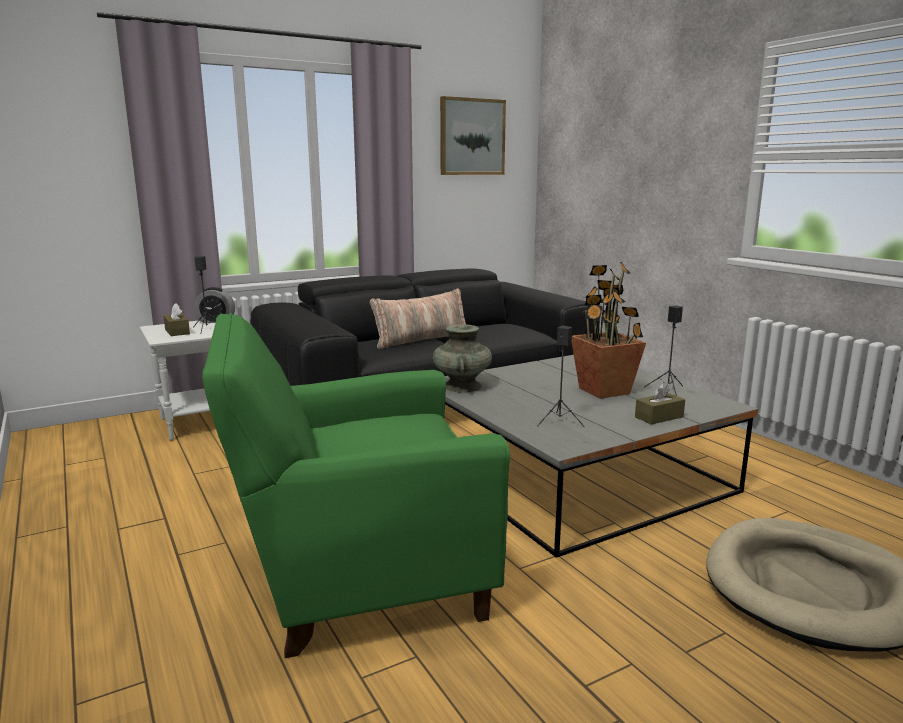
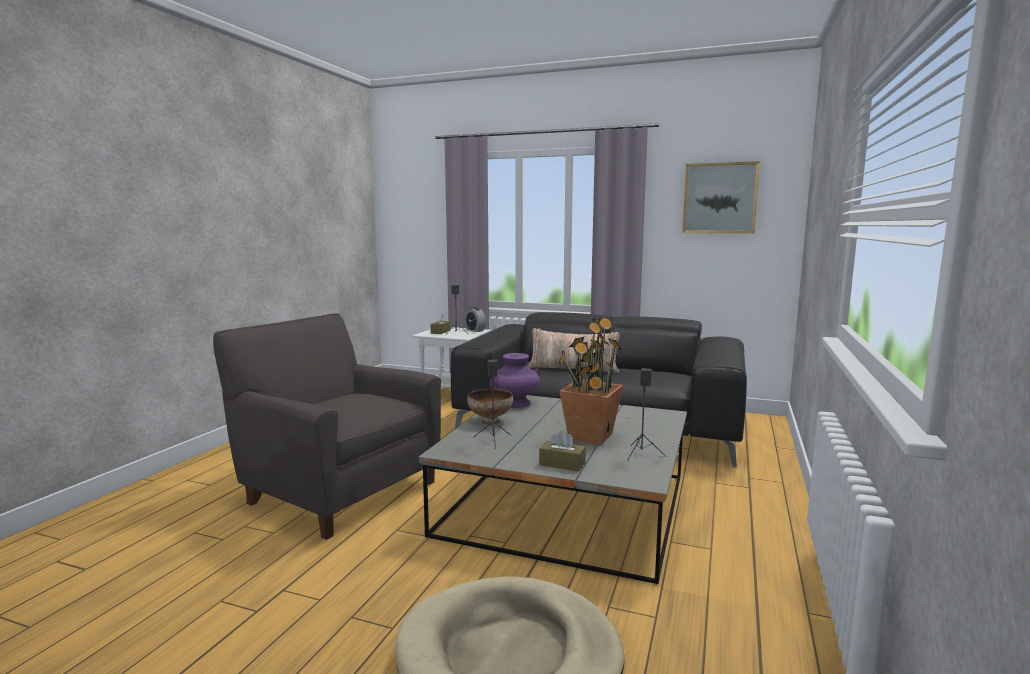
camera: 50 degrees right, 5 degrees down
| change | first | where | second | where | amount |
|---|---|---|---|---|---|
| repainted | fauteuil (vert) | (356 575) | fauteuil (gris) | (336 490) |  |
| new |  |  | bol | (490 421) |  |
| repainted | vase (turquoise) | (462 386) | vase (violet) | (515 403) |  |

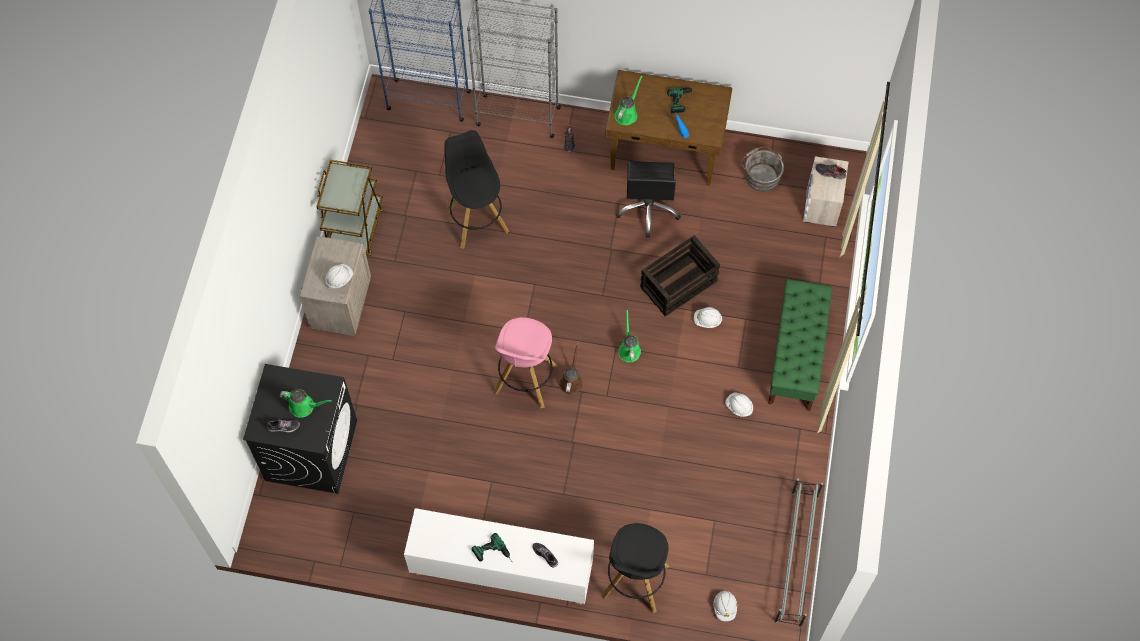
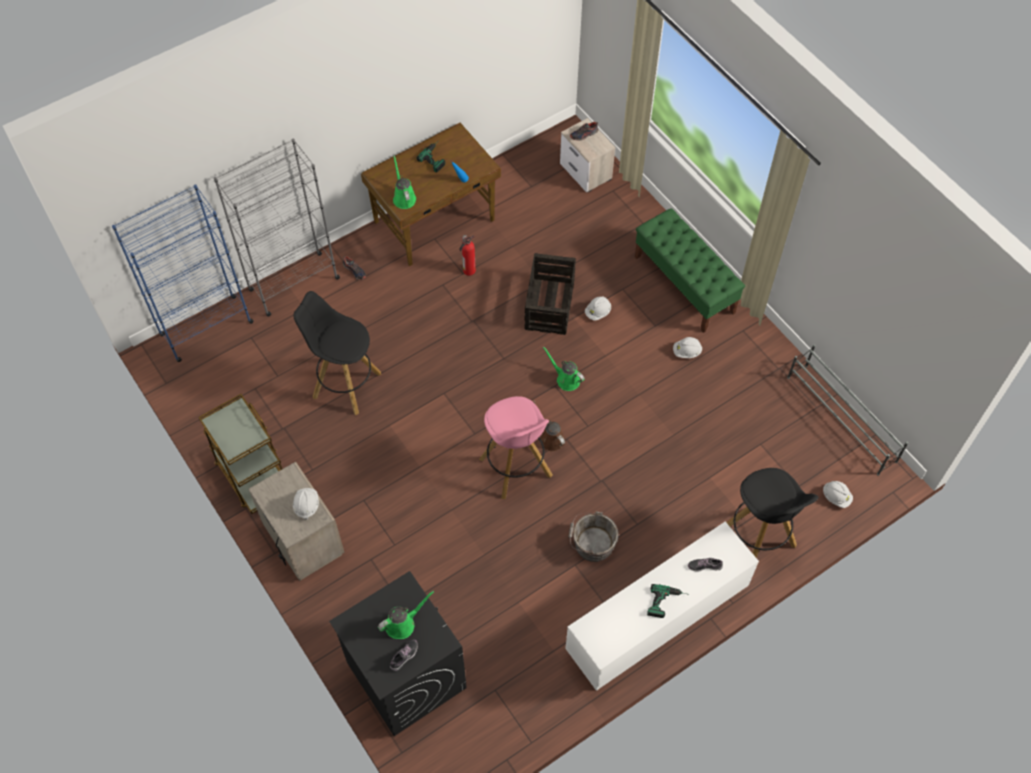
camera: 45 degrees left, 5 degrees down
| change | first | where | second | where | amount |
|---|---|---|---|---|---|
| swapped | chaise de bureau (noir) | (648 209) | extincteur | (468 271) |  |
| shifted | seau (gris) | (760 175) |  | (591 543) |  |

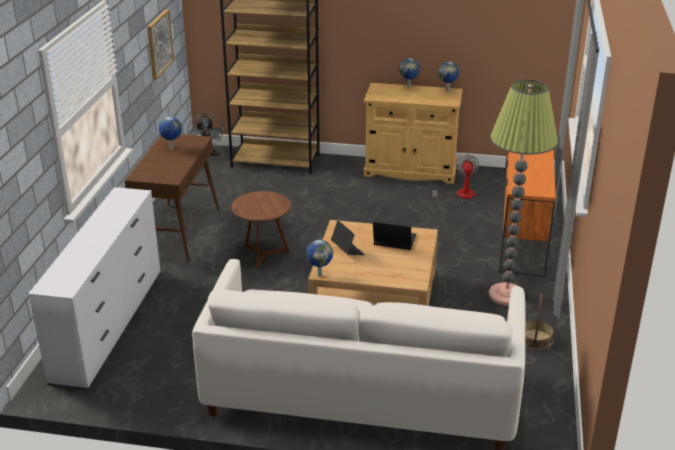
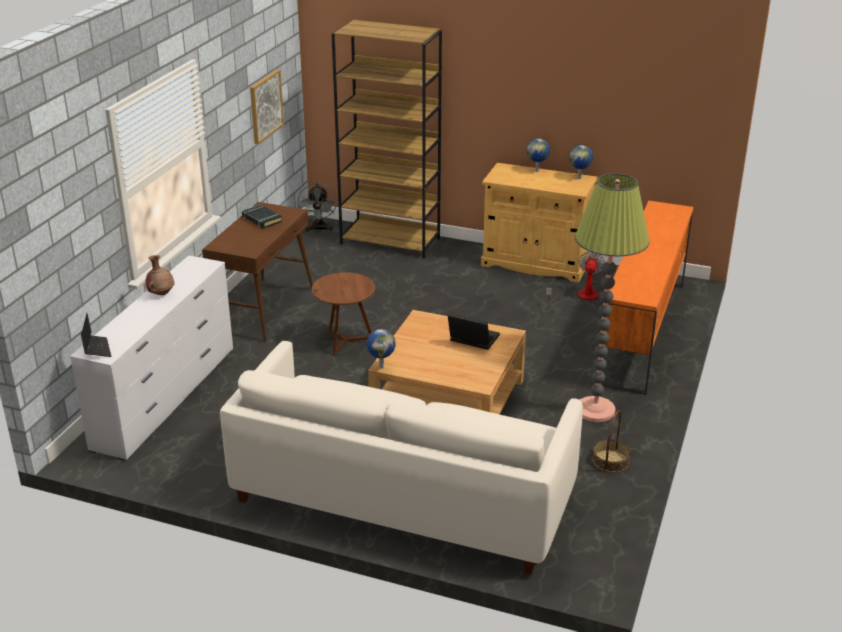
camera: 10 degrees right, 0 degrees up
| change | first | where | second | where | amount |
|---|---|---|---|---|---|
| shifted | ordinateur portable | (347 250) |  | (96 349) |  |
| new |  |  | vase (marron) | (161 294) |  |
| swapped | globe | (172 149) | livre (noir) | (261 219) |  |

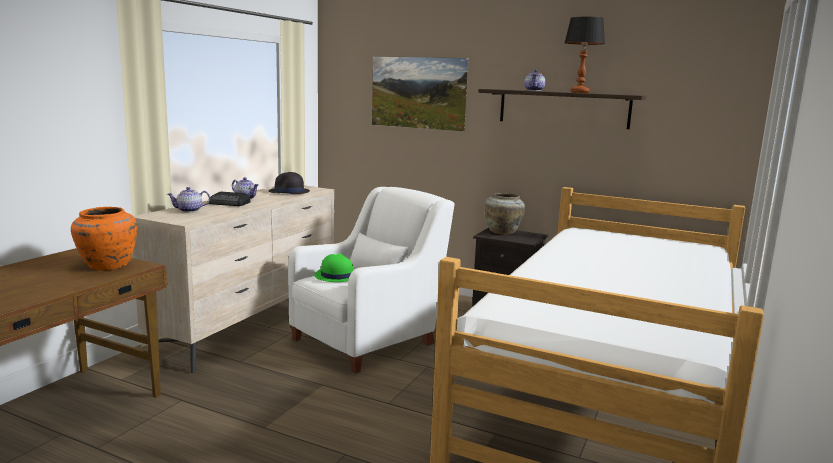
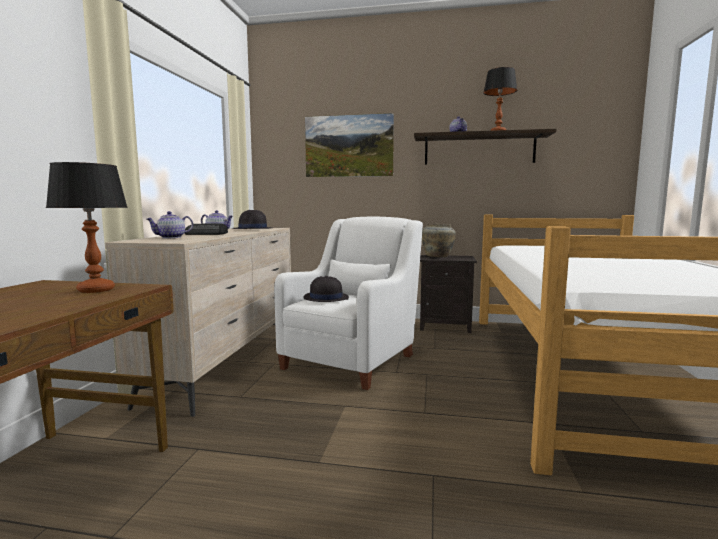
camera: 15 degrees left, 5 degrees down
| change | first | where | second | where | amount |
|---|---|---|---|---|---|
| swapped | vase (orange) | (107 266) | lampe de table | (95 290) |  |
| repainted | chapeau (vert) | (336 276) | chapeau (noir) | (325 298) |  |

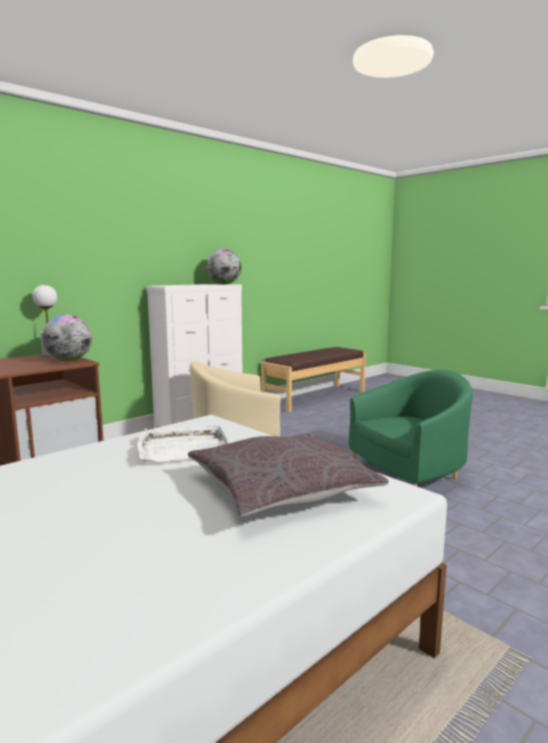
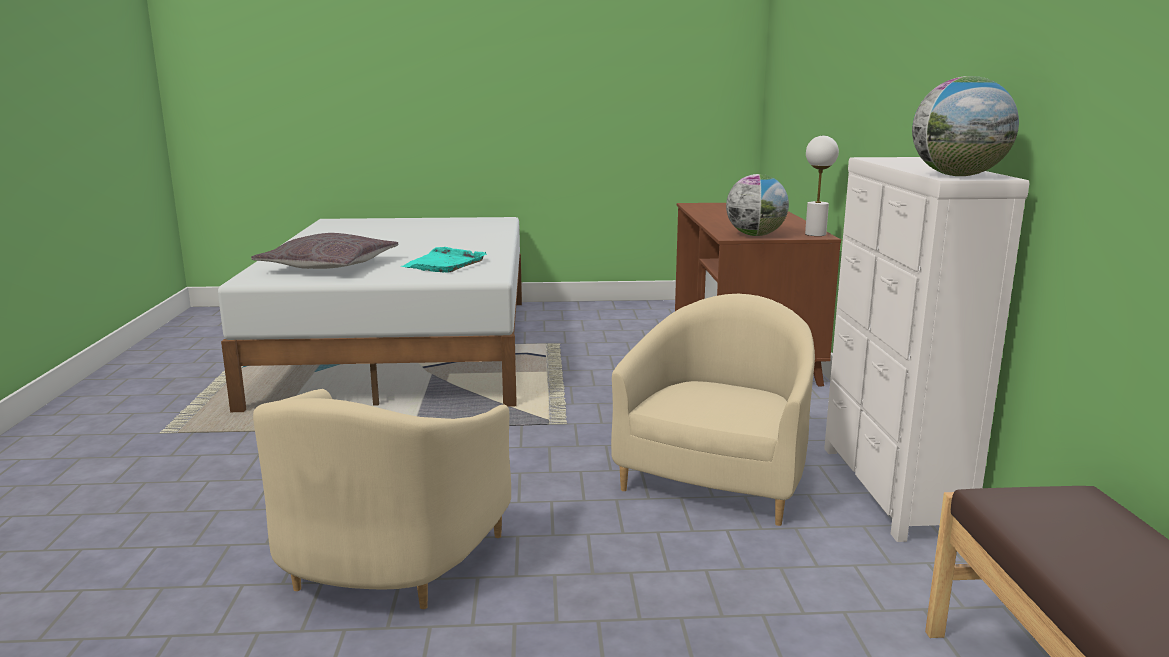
camera: 130 degrees right, 5 degrees up
| change | first | where | second | where | amount |
|---|---|---|---|---|---|
| repainted | fauteuil (vert) | (410 473) | fauteuil (beige) | (387 564) |  |
| repainted | plateau (blanc) | (182 448) | plateau (turquoise) | (444 264) |  |

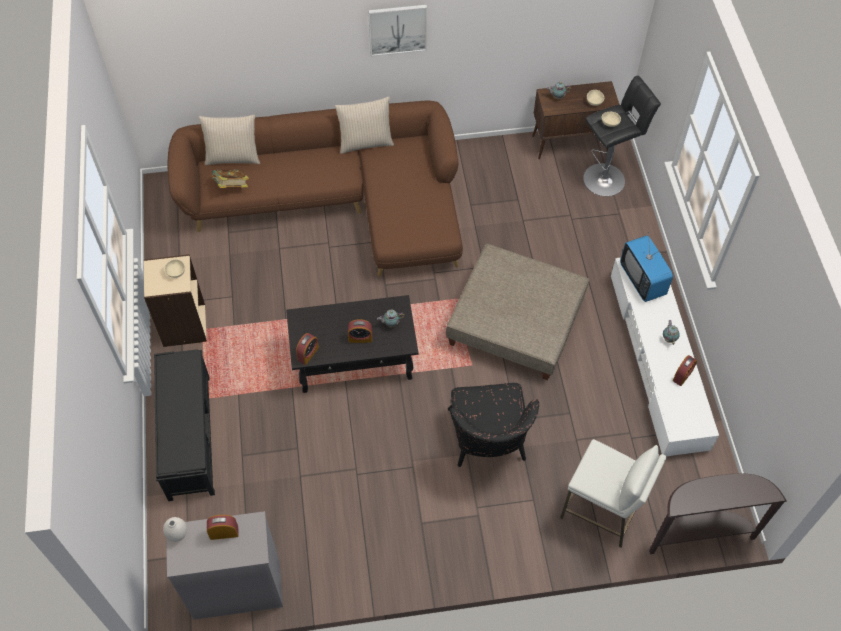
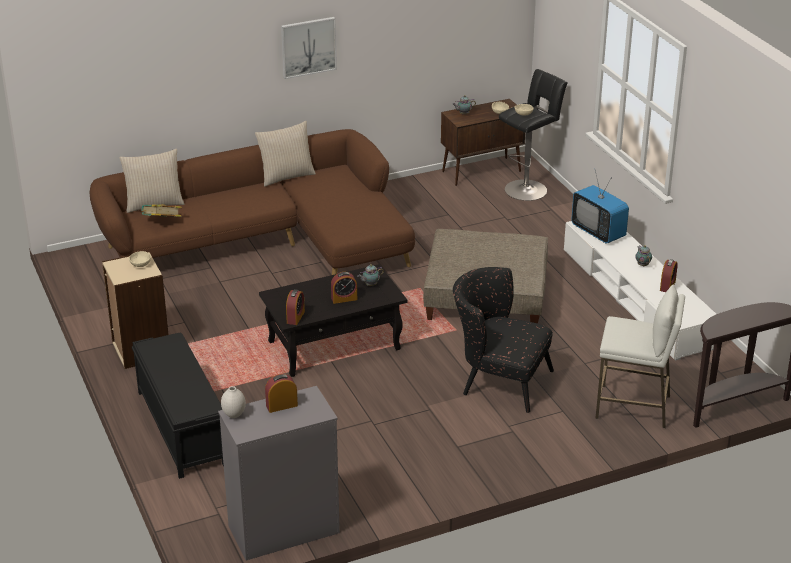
camera: 15 degrees left, 25 degrees down
| change | first | where | second | where | amount |
|---|---|---|---|---|---|
| rotated | fauteuil (noir) | (488 443) |  | (498 380) | 135 degrees clockwise |

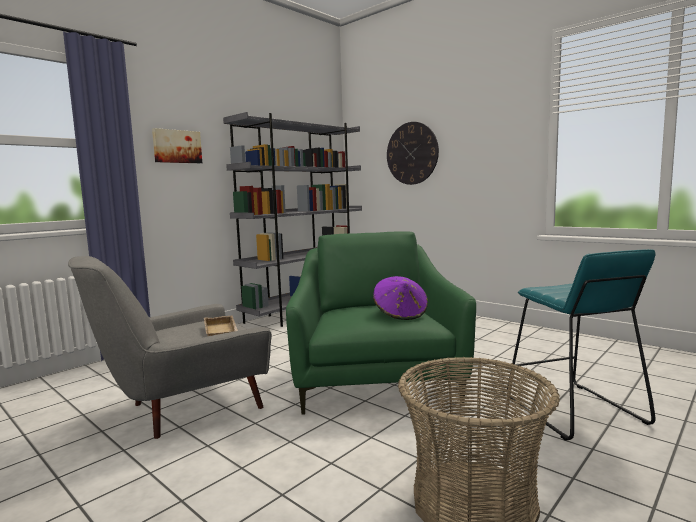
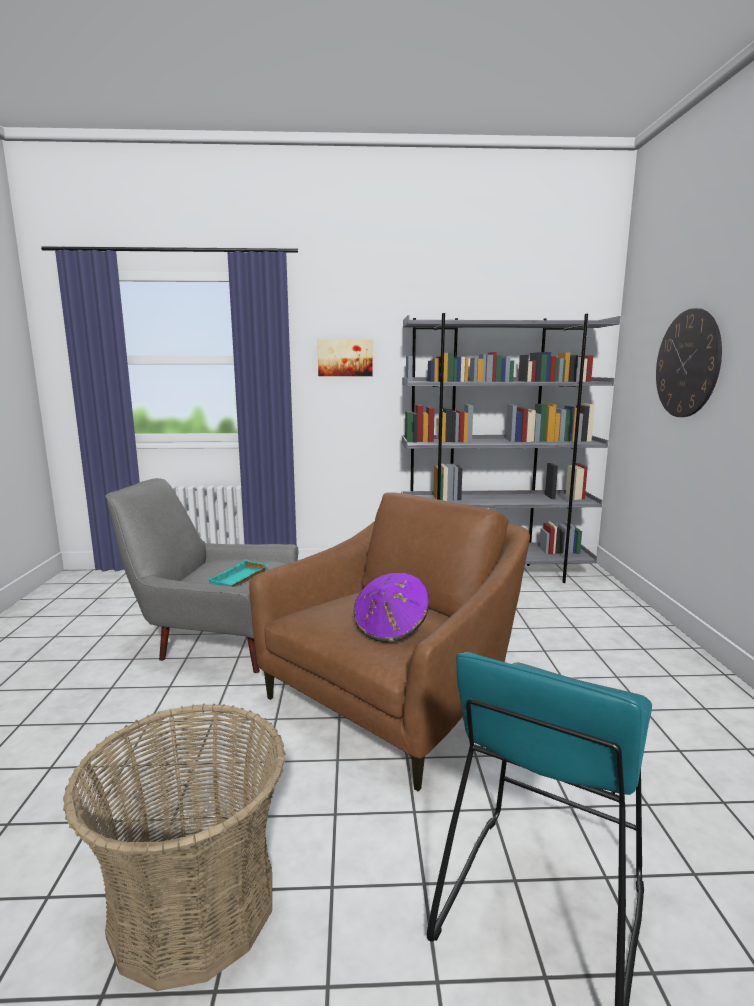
camera: 45 degrees right, 5 degrees up
| change | first | where | second | where | amount |
|---|---|---|---|---|---|
| repainted | plateau (beige) | (222 331) | plateau (turquoise) | (240 579) |  |
| repainted | fauteuil (vert) | (374 378) | fauteuil (marron) | (397 696) |  |

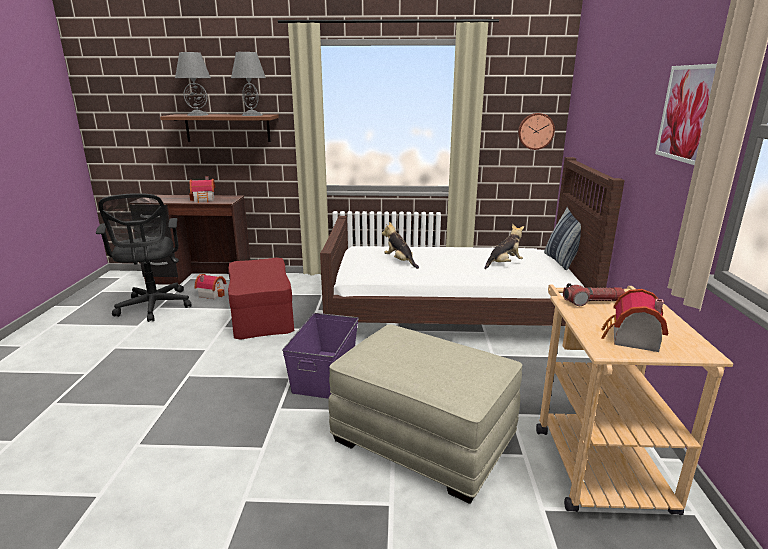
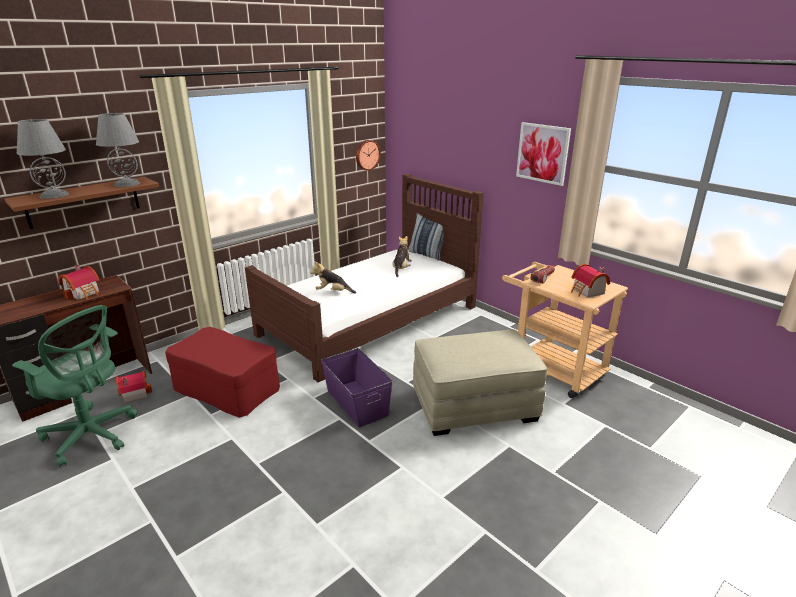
camera: 45 degrees left, 5 degrees up
| change | first | where | second | where | amount |
|---|---|---|---|---|---|
| repainted | chaise de bureau (noir) | (154 307) | chaise de bureau (vert) | (92 436) |  |

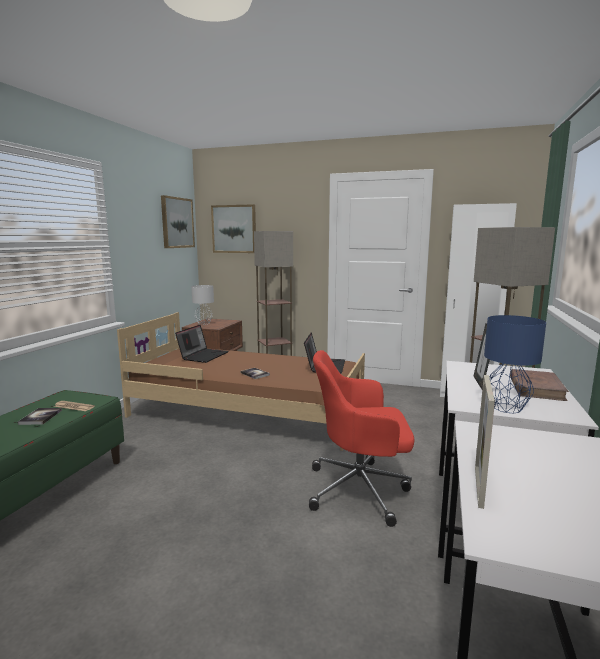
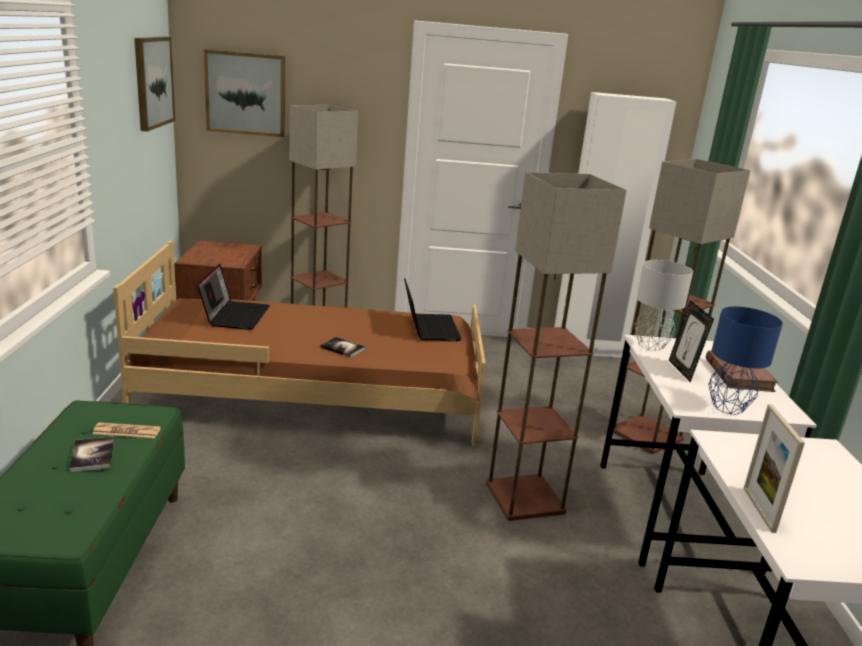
camera: 20 degrees left, 10 degrees up
| change | first | where | second | where | amount |
|---|---|---|---|---|---|
| swapped | chaise de bureau (rouge) | (360 489) | lampadaire | (523 497) |  |
| shifted | lampe de table (gris) | (203 323) |  | (650 346) |  |

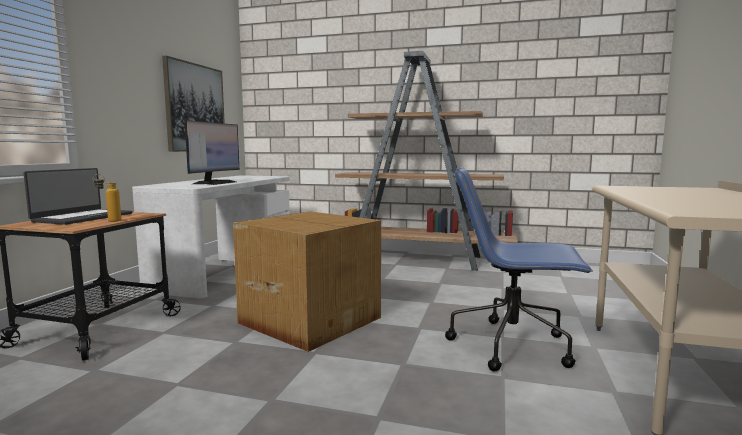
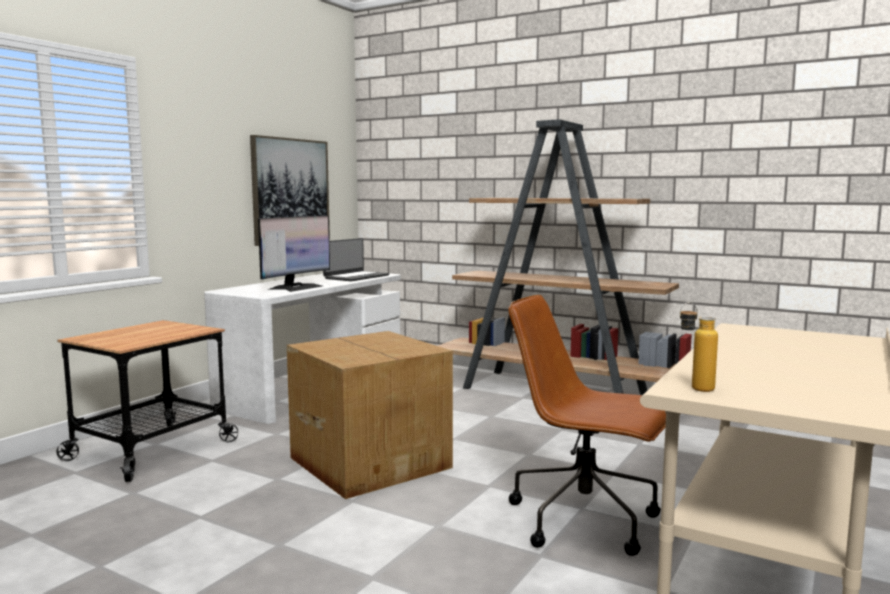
camera: 15 degrees right, 0 degrees up
| change | first | where | second | where | amount |
|---|---|---|---|---|---|
| shifted | ordinateur portable | (83 217) |  | (356 277) |  |
| repainted | chaise de bureau (bleu) | (513 345) | chaise de bureau (marron) | (586 520) |  |
| shifted | bouteille | (109 221) |  | (694 389) |  |

